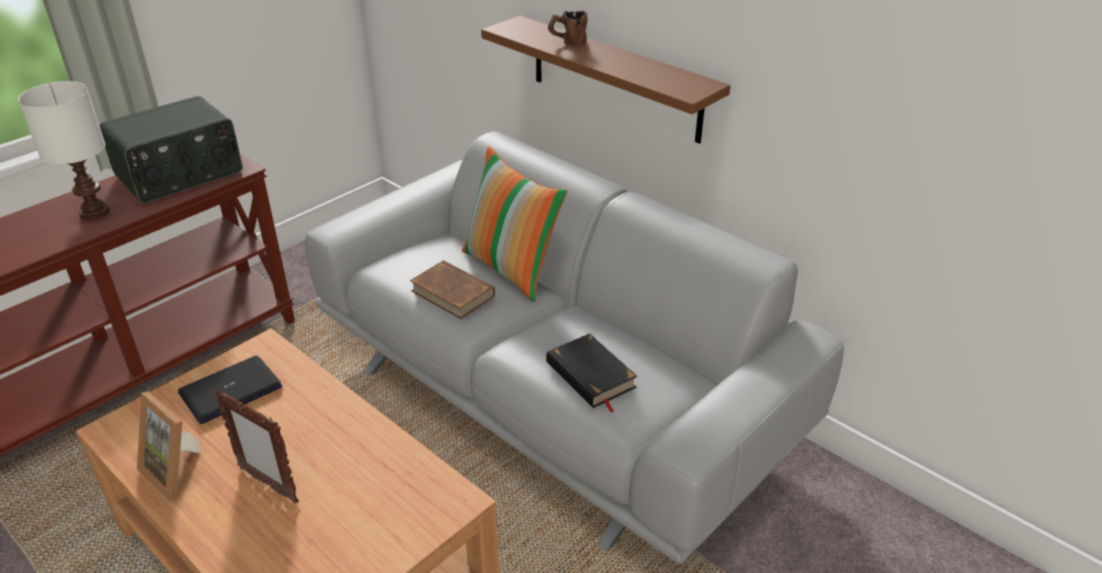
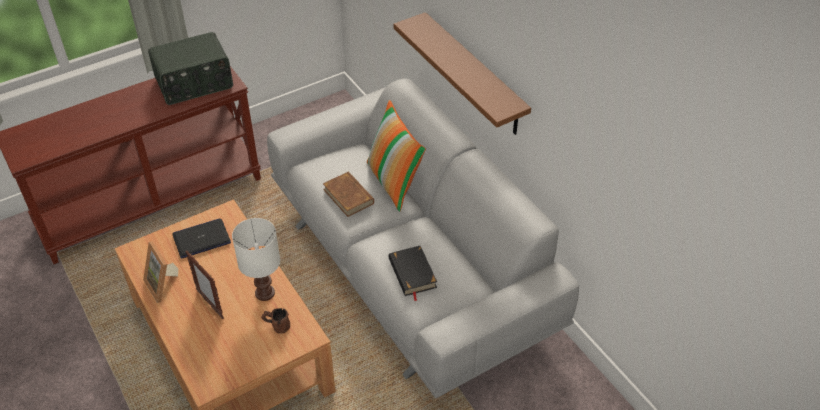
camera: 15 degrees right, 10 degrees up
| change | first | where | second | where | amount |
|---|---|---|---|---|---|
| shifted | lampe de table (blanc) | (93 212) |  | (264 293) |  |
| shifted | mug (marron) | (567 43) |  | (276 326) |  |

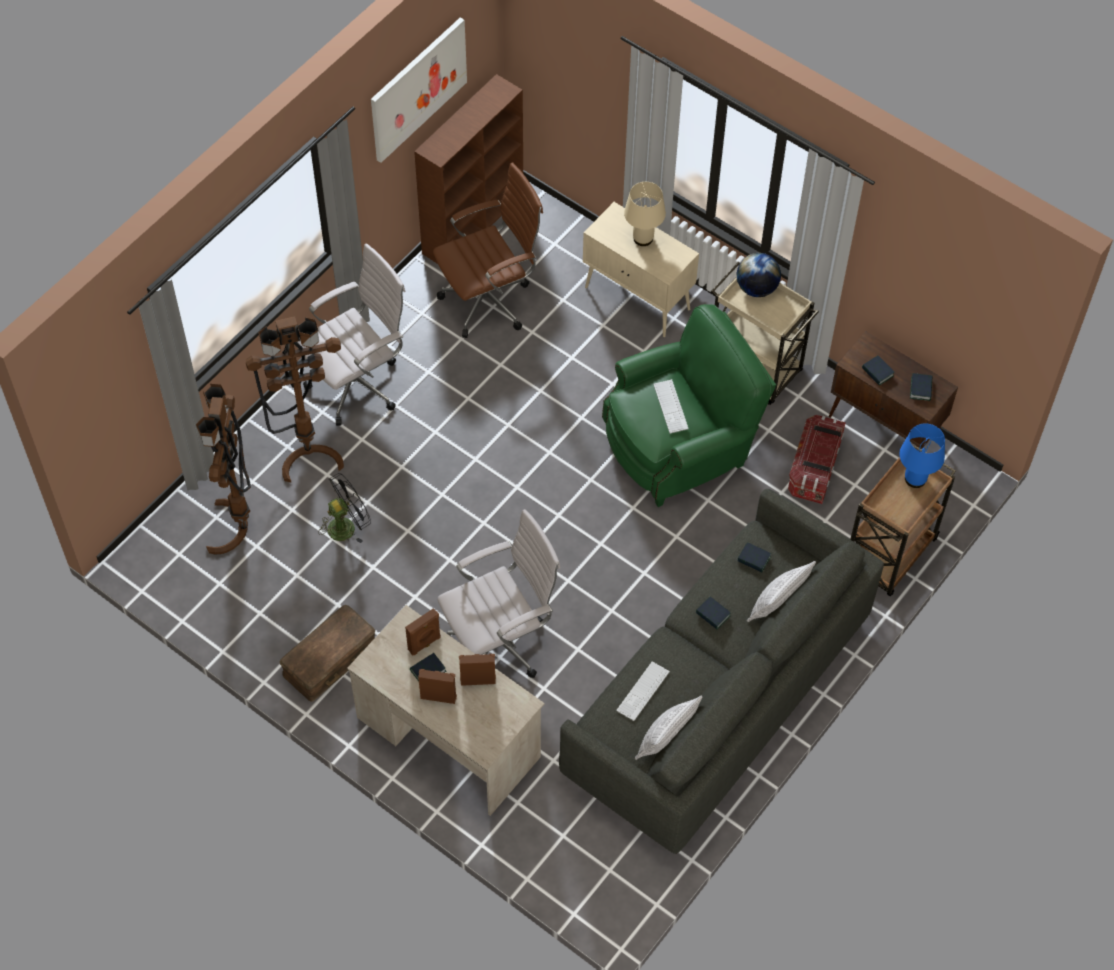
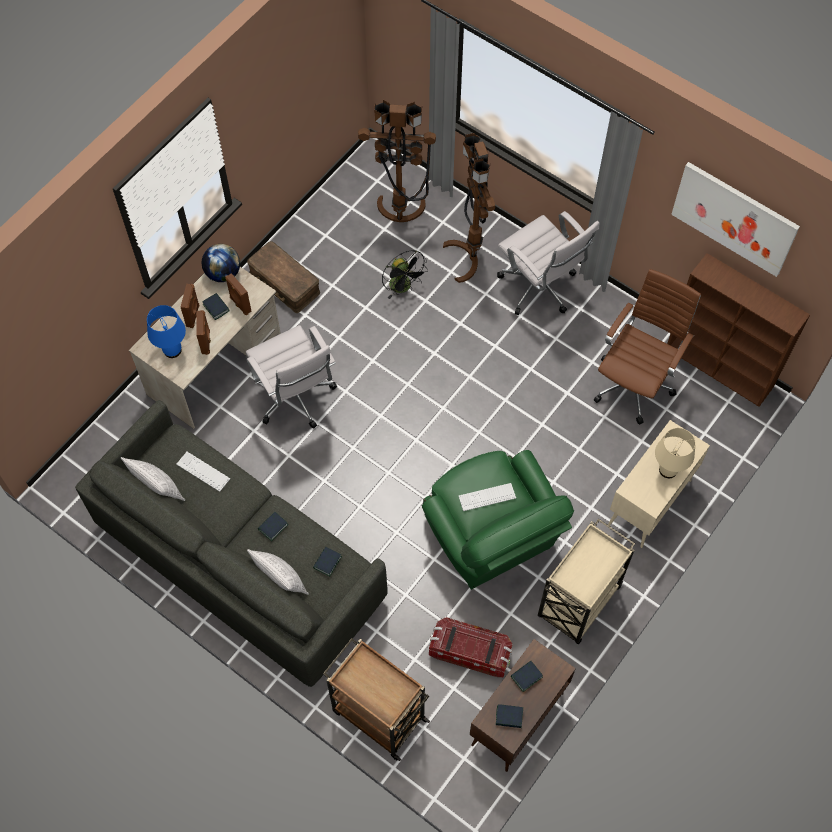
camera: 90 degrees right, 5 degrees up
| change | first | where | second | where | amount |
|---|---|---|---|---|---|
| shifted | lampe de table (bleu) | (915 478) |  | (172 350) |  |
| shifted | globe | (756 288) |  | (223 273) |  |
| rotated | chaise de bureau (marron) | (490 301) |  | (635 383) | 120 degrees counterclockwise |

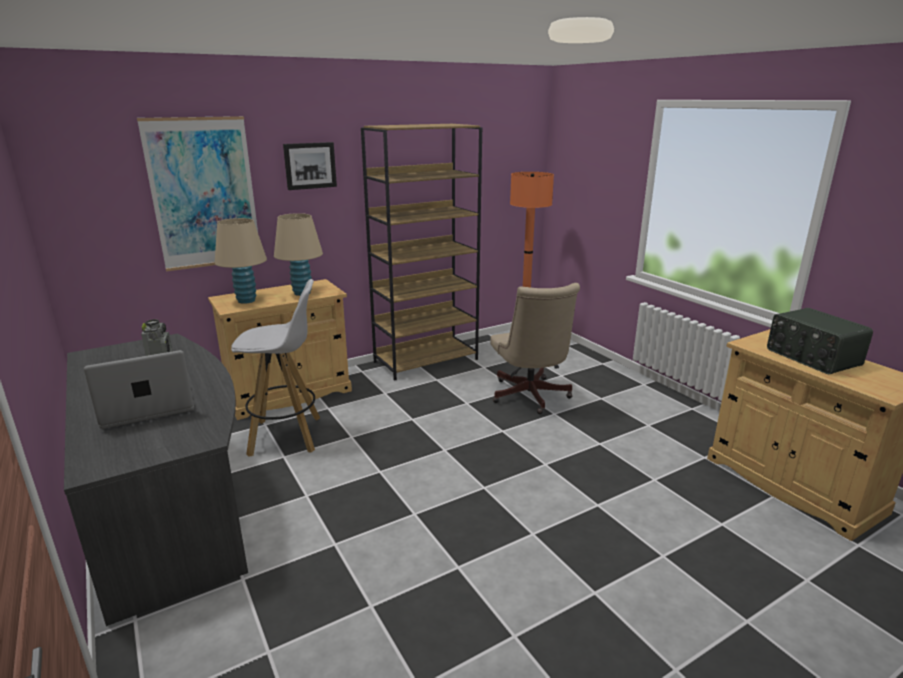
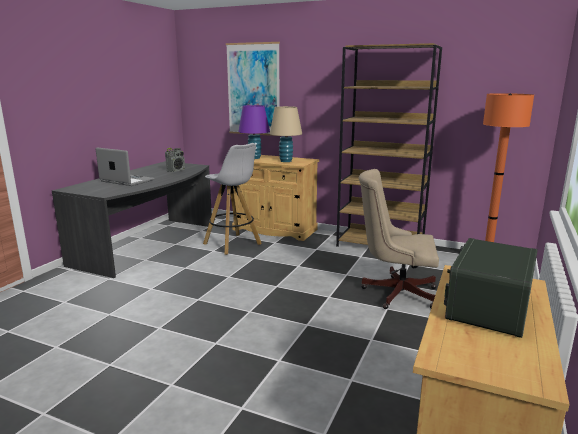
camera: 55 degrees right, 5 degrees down
| change | first | where | second | where | amount |
|---|---|---|---|---|---|
| repainted | lampe de table (beige) | (246 301) | lampe de table (violet) | (254 158) |  |
| rotated | chaise de bureau (beige) | (530 397) |  | (395 292) | 60 degrees clockwise |
| gone | tableau | (310 165) |  |  |  |

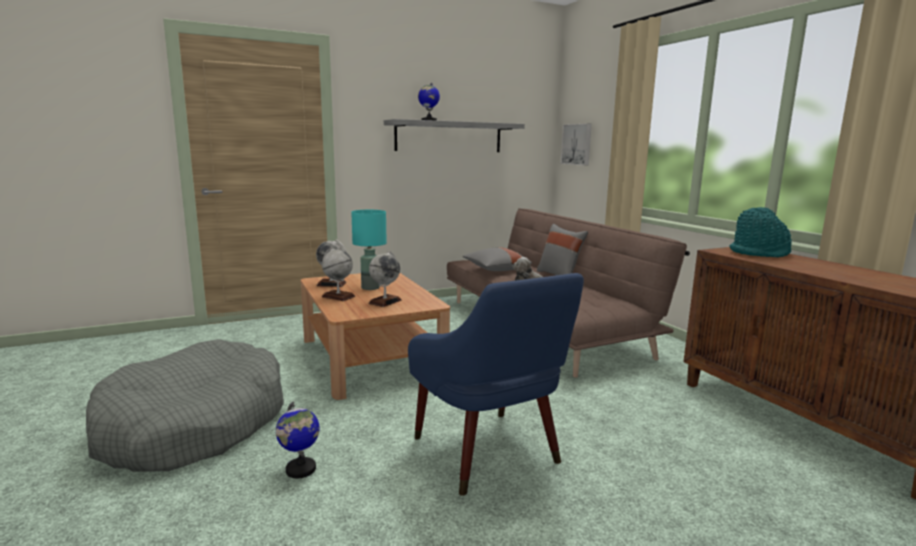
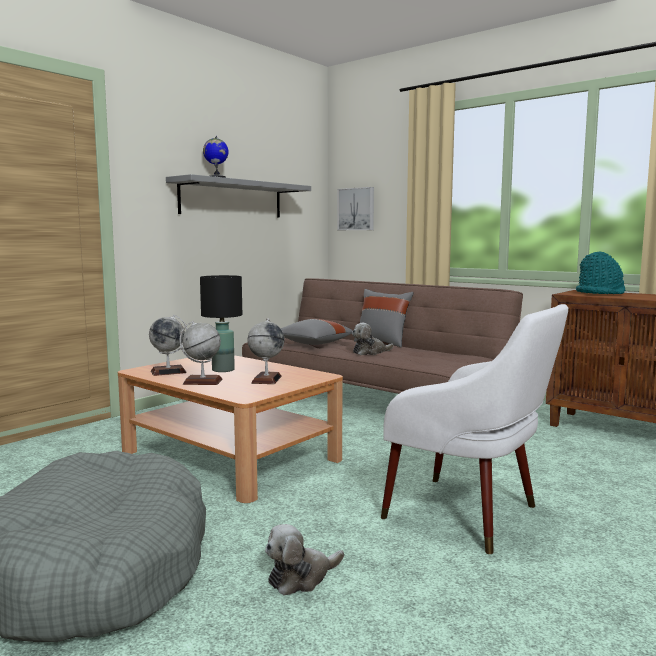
camera: 25 degrees left, 5 degrees down
| change | first | where | second | where | amount |
|---|---|---|---|---|---|
| repainted | lampe de table (turquoise) | (370 288) | lampe de table (noir) | (222 370) |  |
| swapped | globe | (300 469) | peluche | (301 577) |  |
| repainted | fauteuil (bleu) | (490 455) | fauteuil (blanc) | (470 515) |  |

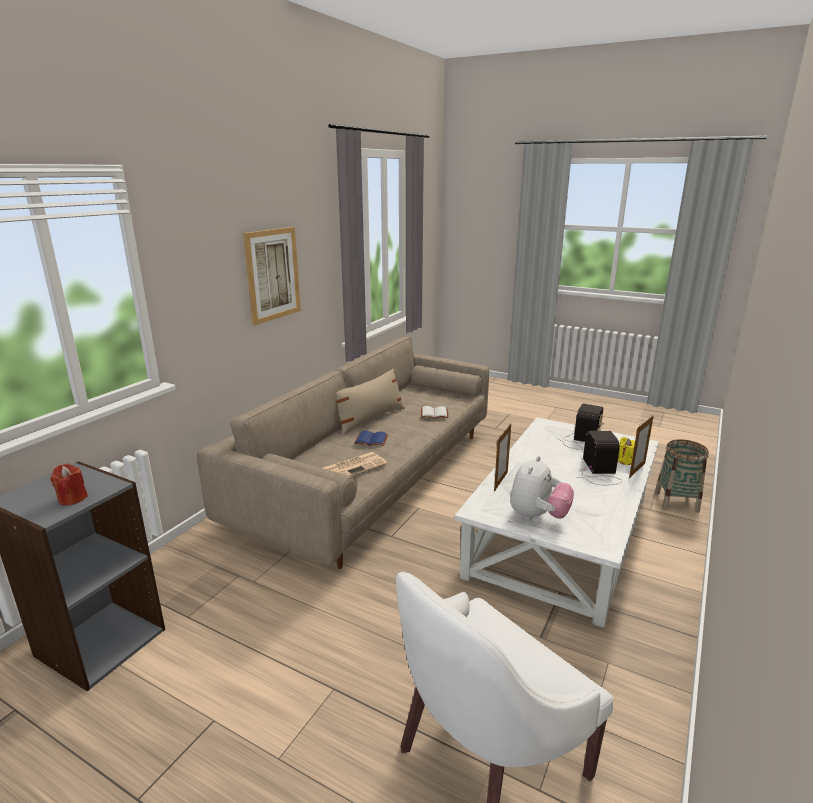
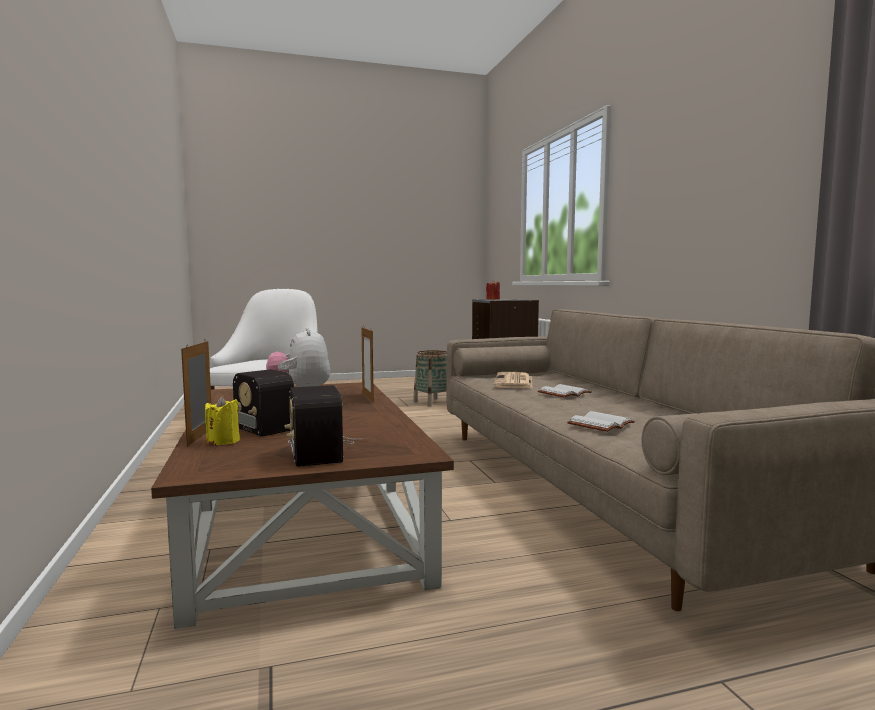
camera: 135 degrees right, 15 degrees down
| change | first | where | second | where | amount |
|---|---|---|---|---|---|
| repainted | table basse (blanc) | (560 532) | table basse (marron) | (305 517) |  |
| shifted | panier | (676 502) |  | (432 402) |  |
| repainted | livre (bleu) | (372 439) | livre (blanc) | (565 394) |  |
| gone | tableau | (272 274) |  |  |  |
| gone | coussin (beige) | (370 419) |  |  |  |

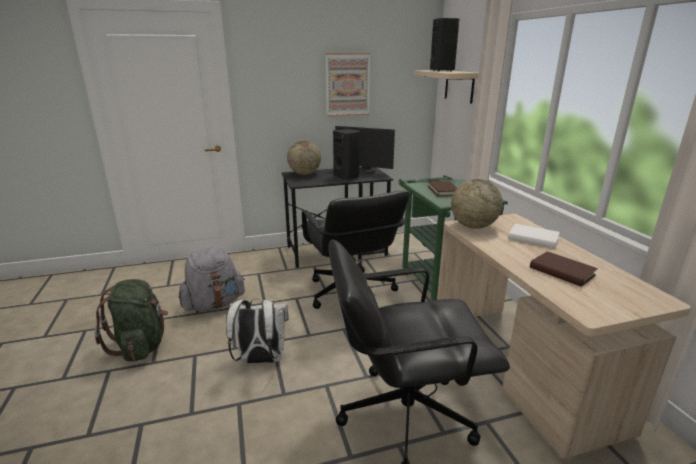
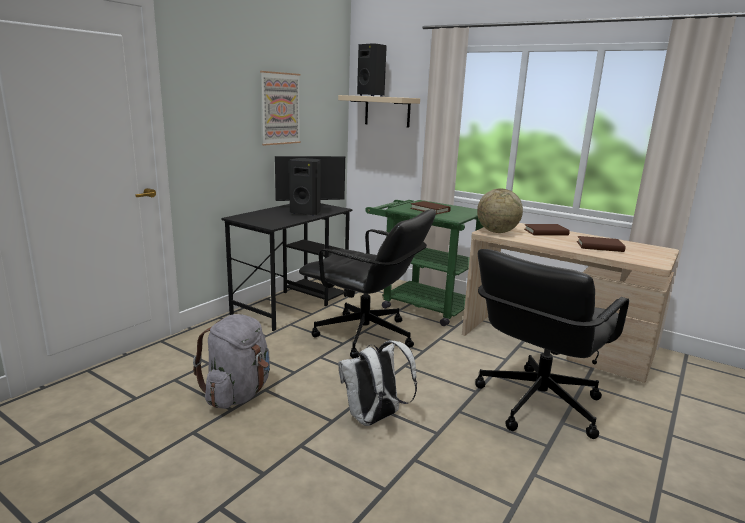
camera: 40 degrees left, 5 degrees down
| change | first | where | second | where | amount |
|---|---|---|---|---|---|
| repainted | livre (blanc) | (533 239) | livre (marron) | (546 232) |  |
| gone | sac à dos (vert) | (141 345) |  |  |  |
| gone | globe | (304 174) |  |  |  |

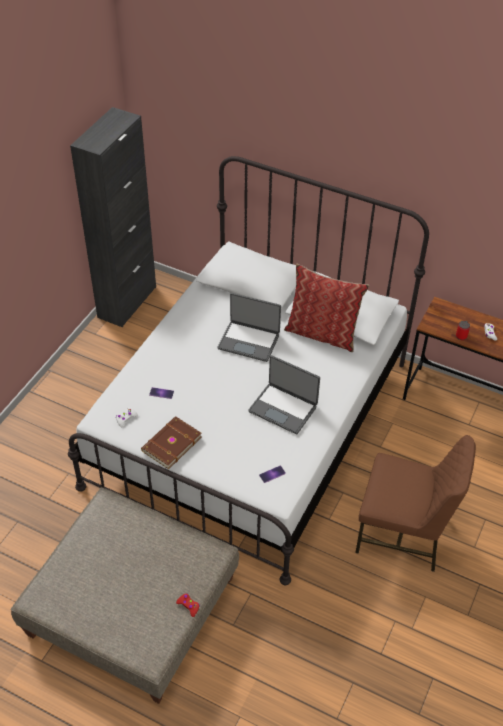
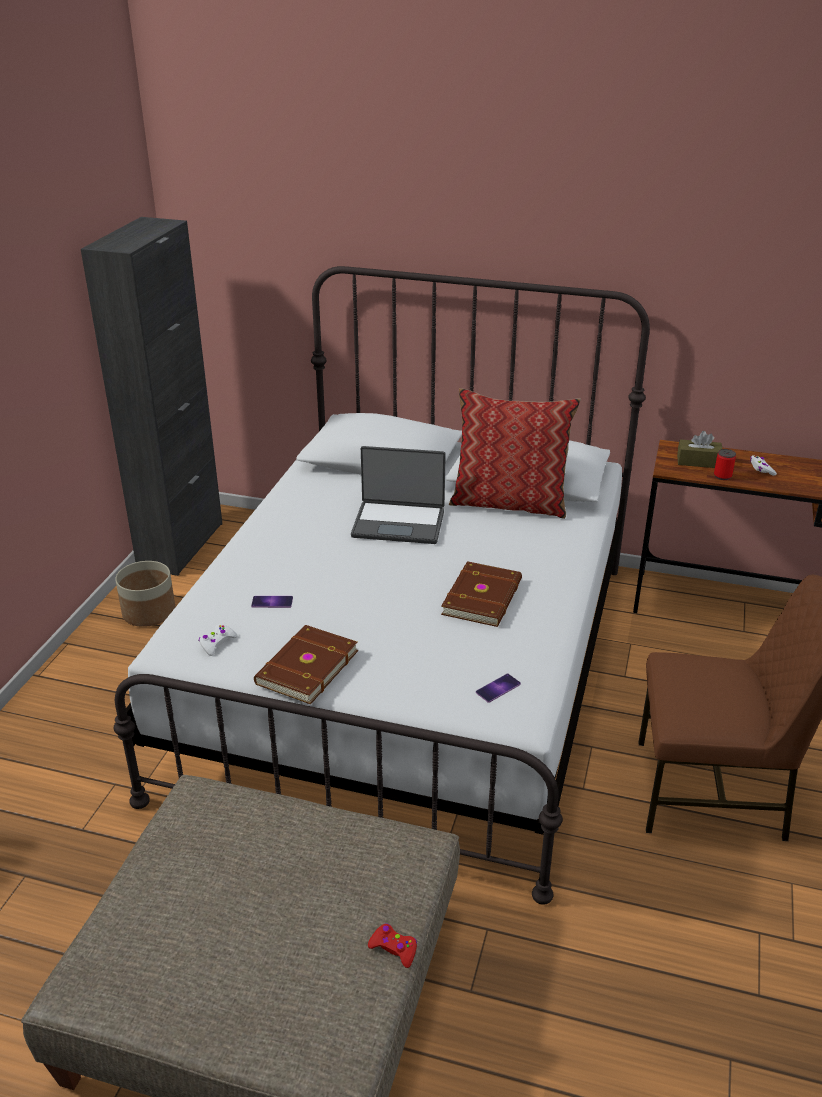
camera: 10 degrees left, 15 degrees down
| change | first | where | second | where | amount |
|---|---|---|---|---|---|
| new |  |  | cache-pot | (149 612) |  |
| swapped | ordinateur portable | (283 408) | livre (marron) | (484 597) |  |
| new |  |  | boîte à mouchoirs (marron) | (698 461) |  |

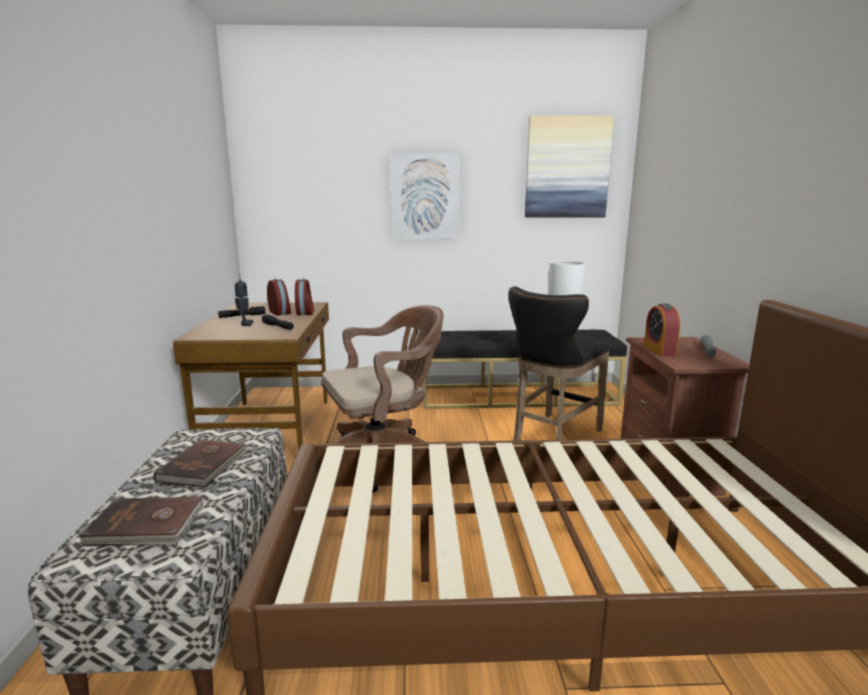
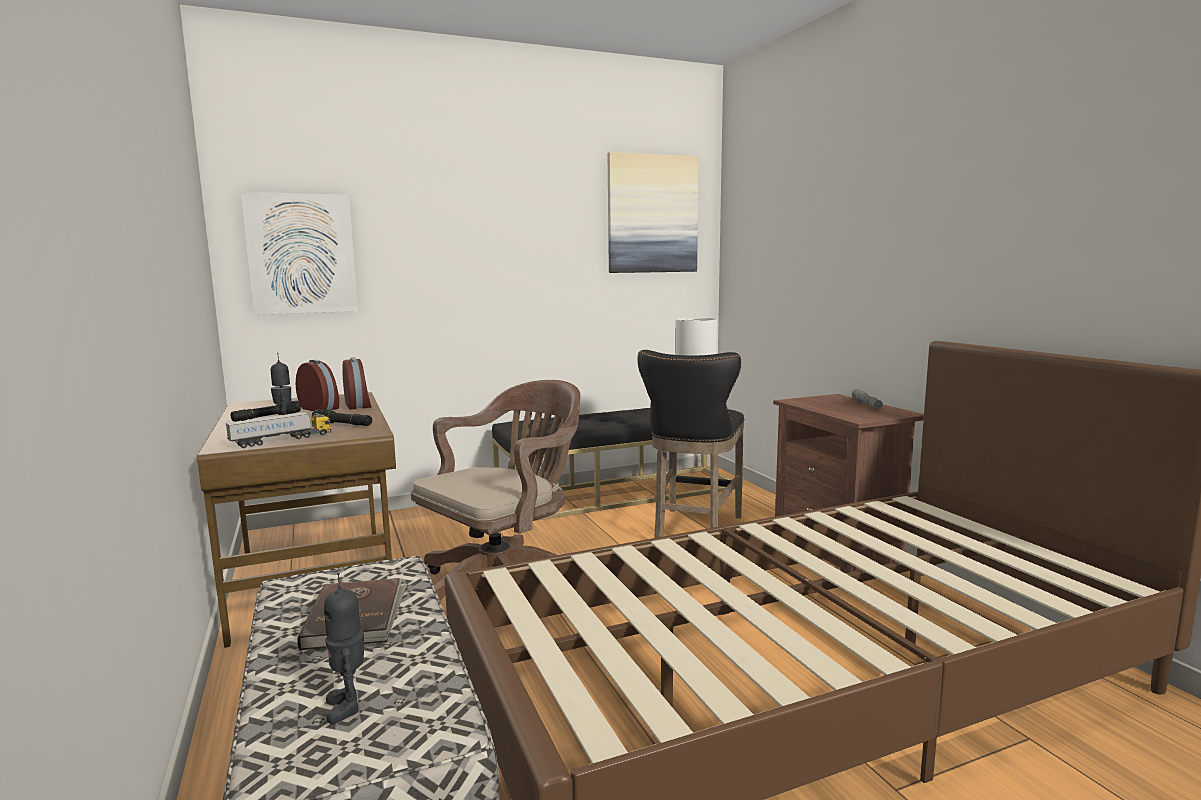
camera: 20 degrees left, 5 degrees down
| change | first | where | second | where | amount |
|---|---|---|---|---|---|
| new |  |  | camion jouet | (282 440) |  |
| shifted | tableau | (425 196) |  | (301 254) |  |
| swapped | livre (marron) | (145 526) | robot jouet | (348 706) |  |
| gone | réveil | (659 350) |  |  |  |

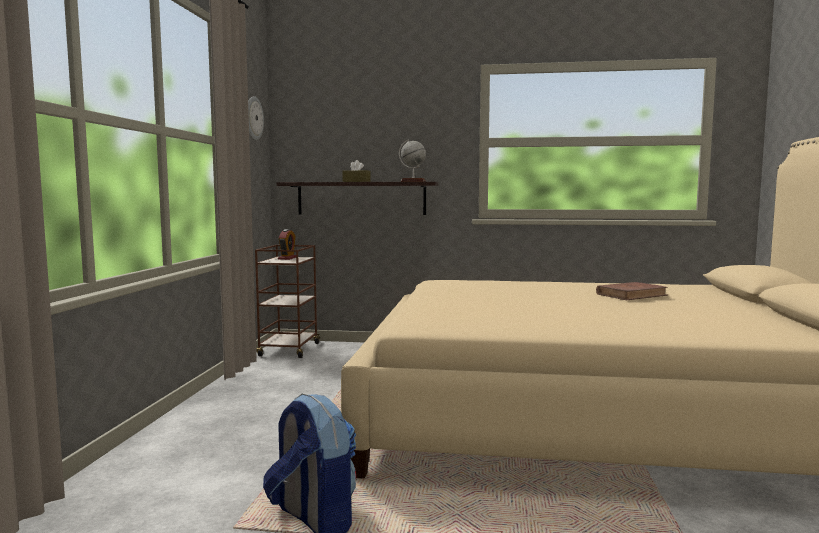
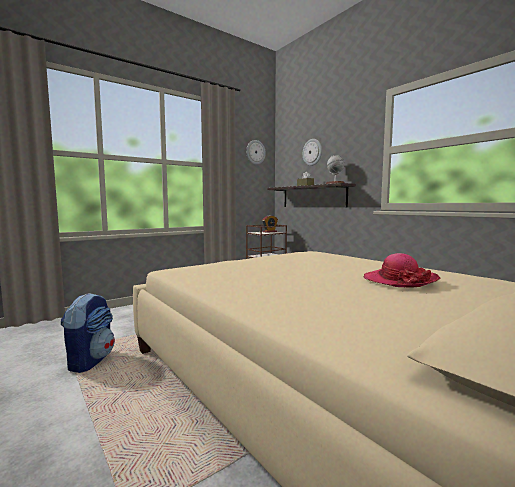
camera: 45 degrees right, 0 degrees up
| change | first | where | second | where | amount |
|---|---|---|---|---|---|
| new |  |  | horloge murale | (312 152) |  |
| swapped | livre (marron) | (631 295) | chapeau | (399 280) |  |

